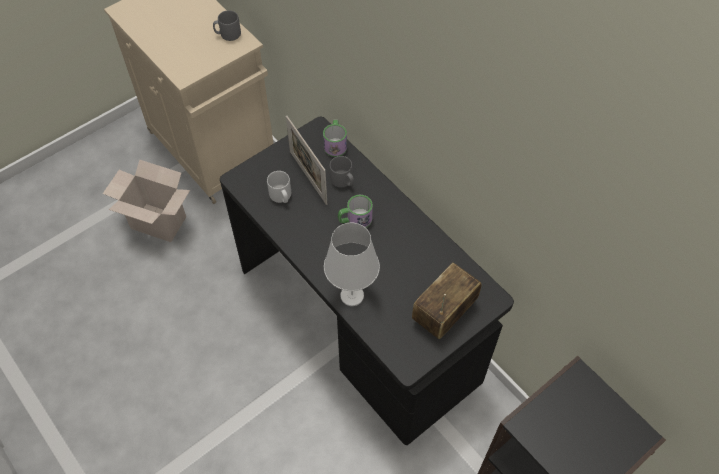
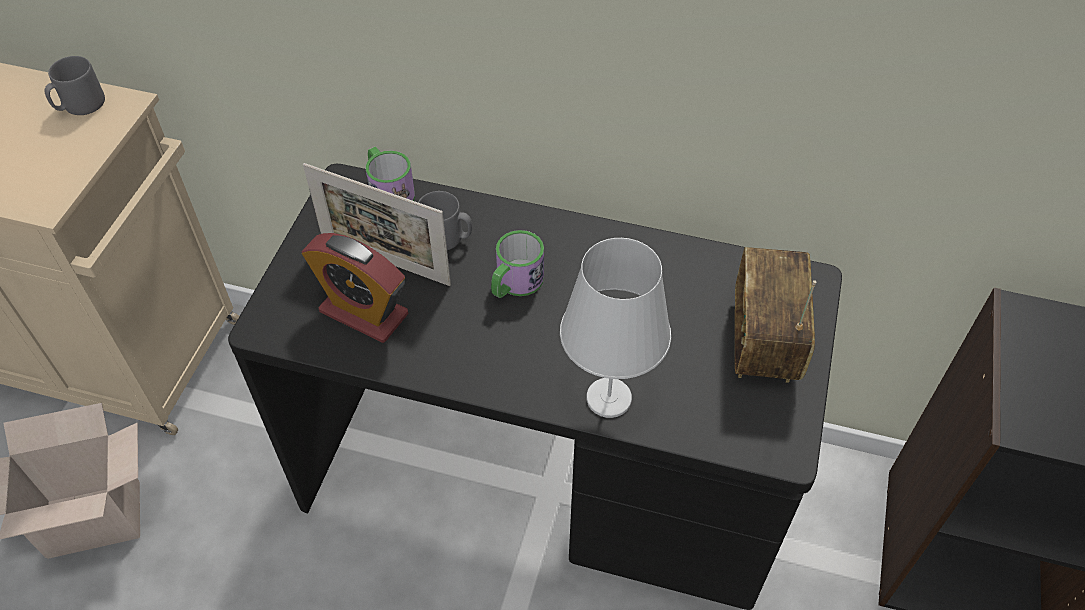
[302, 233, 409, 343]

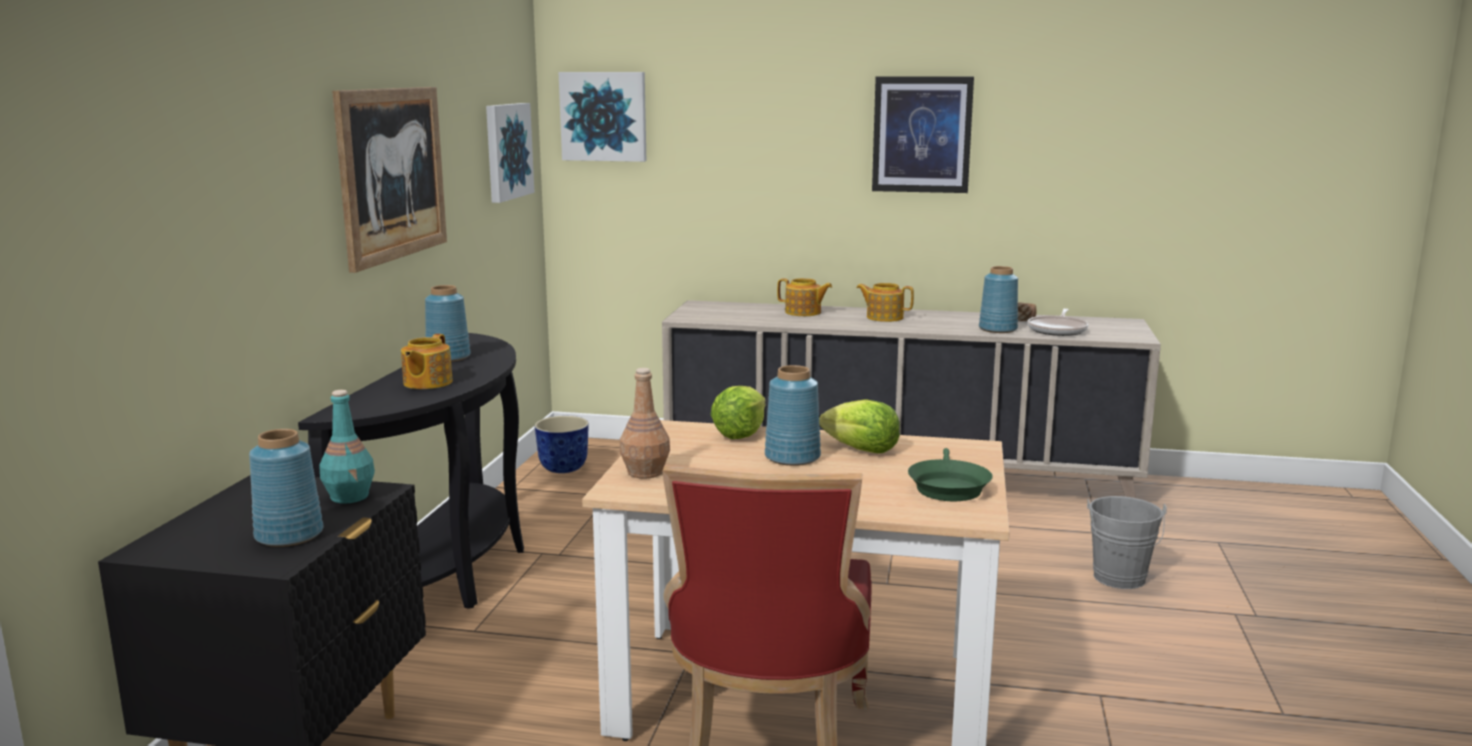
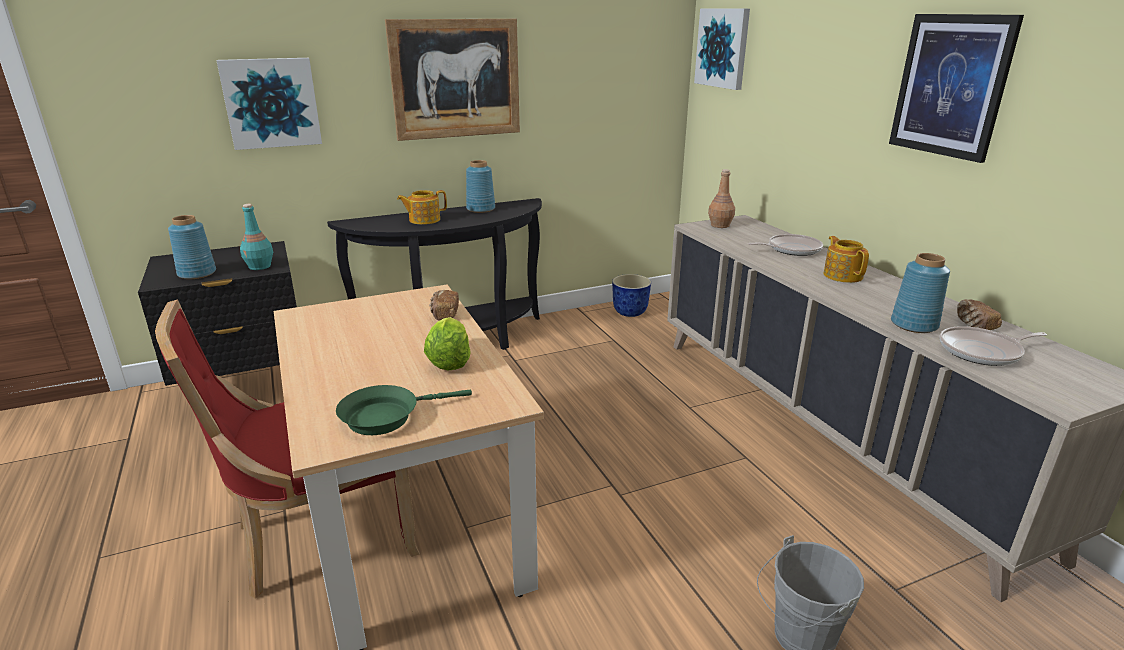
[216, 58, 322, 150]
[429, 290, 459, 320]
[708, 169, 735, 228]
[748, 234, 823, 256]
[765, 365, 821, 466] (first image)

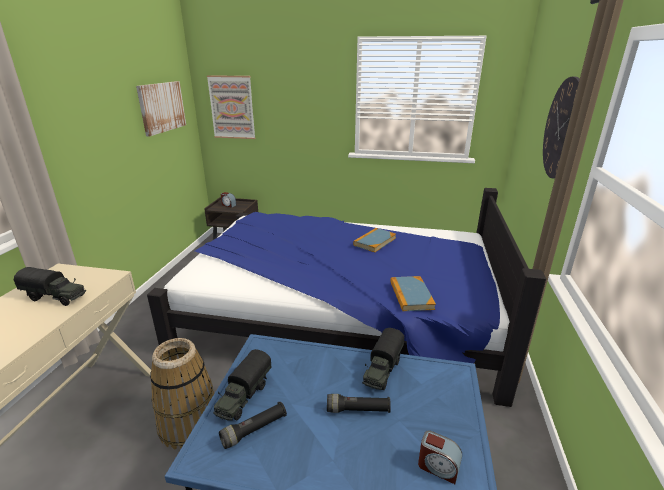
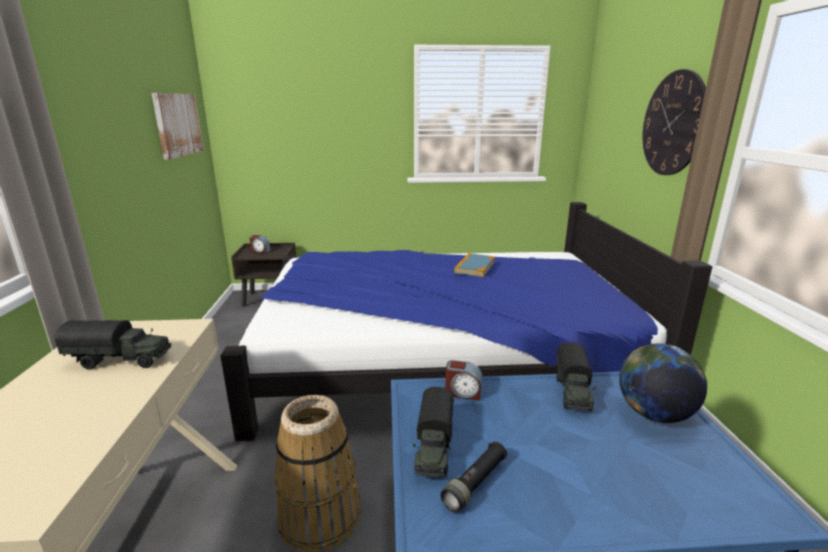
[445, 360, 482, 401]
[619, 343, 707, 423]
[207, 75, 256, 139] (first image)
[327, 394, 391, 413] (first image)
[390, 276, 436, 311] (first image)

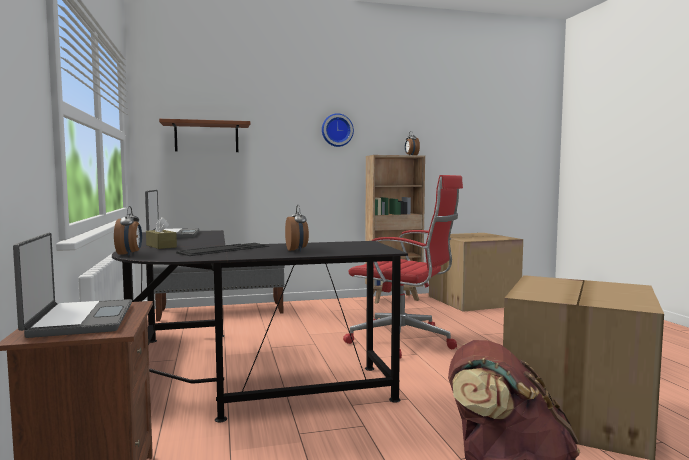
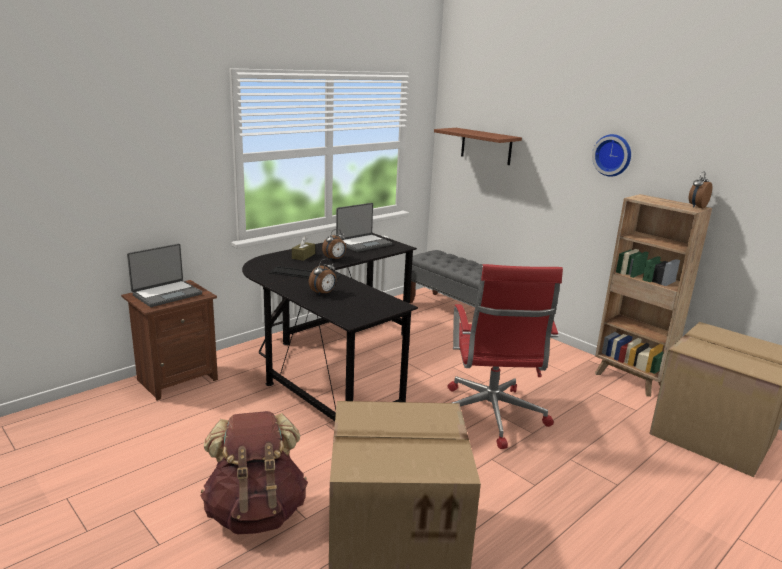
[322, 229, 346, 261]

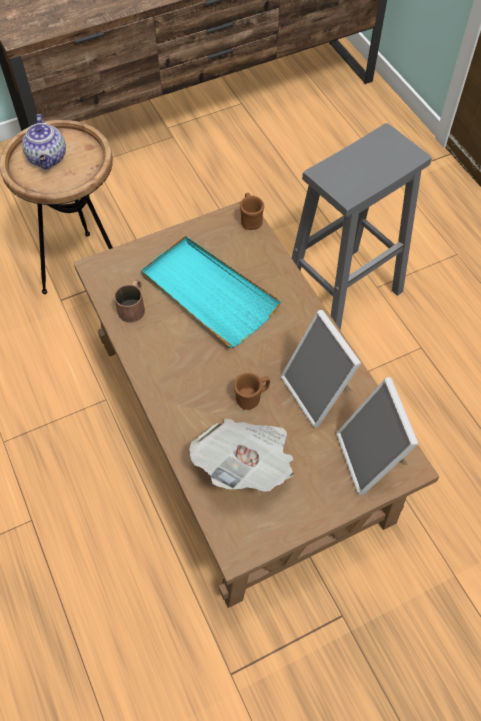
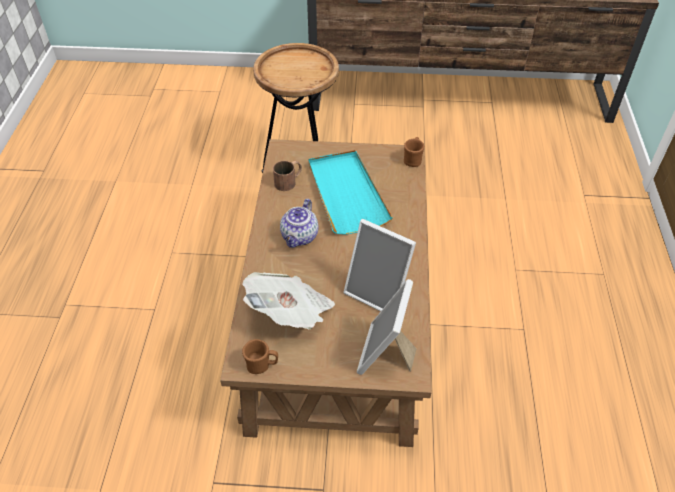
[242, 339, 278, 374]
[280, 199, 319, 248]
[344, 219, 416, 311]
[292, 123, 432, 330] (first image)

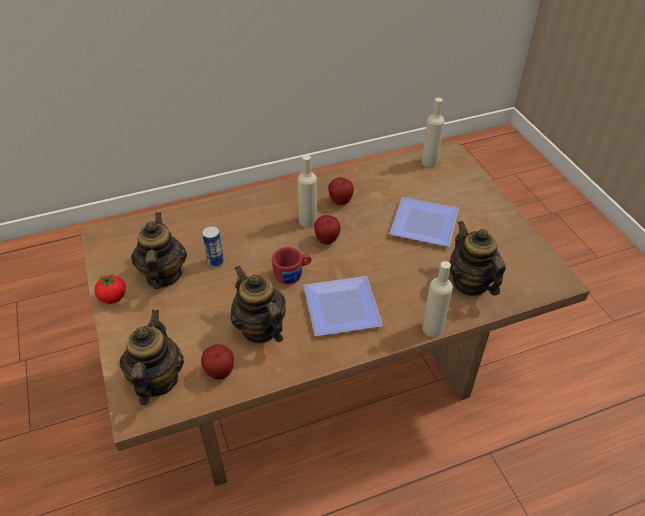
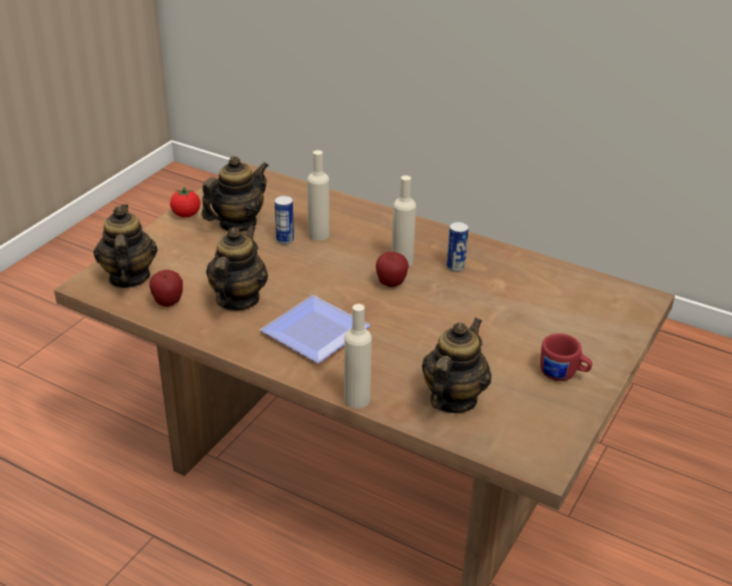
[93, 204, 158, 288]
[307, 150, 330, 241]
[447, 222, 469, 272]
[540, 333, 592, 381]
[389, 197, 459, 247] (first image)

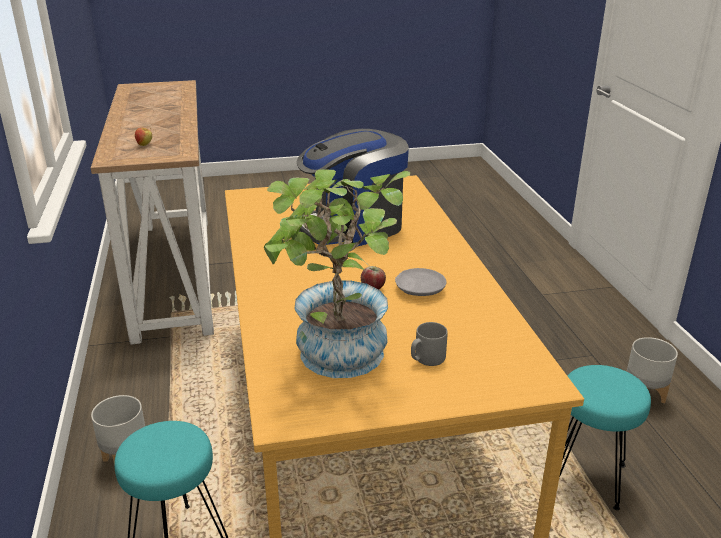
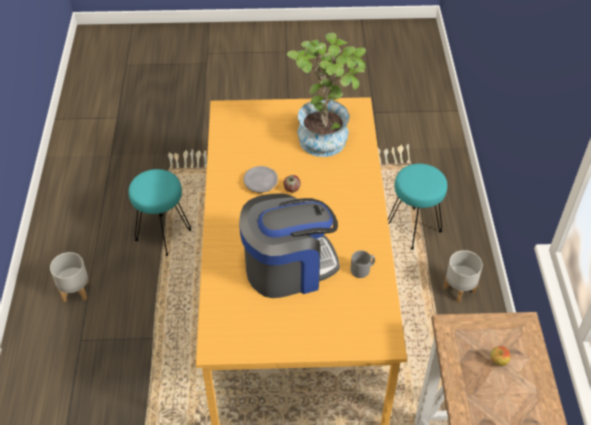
[351, 250, 375, 278]

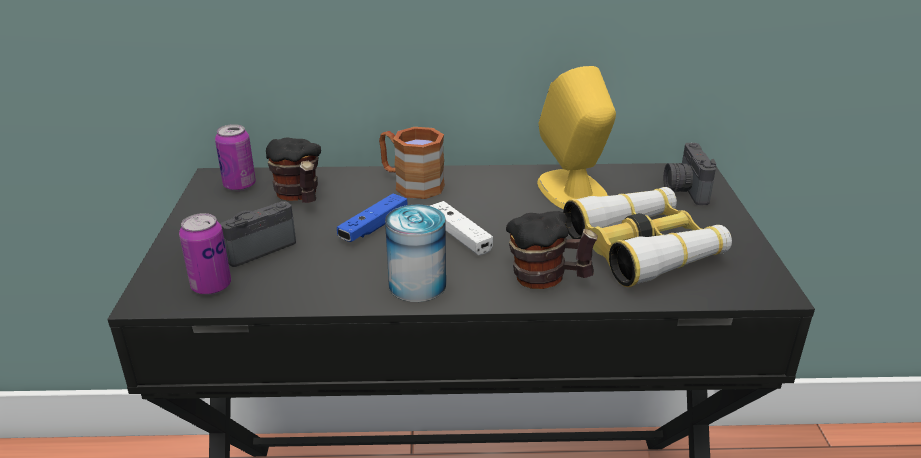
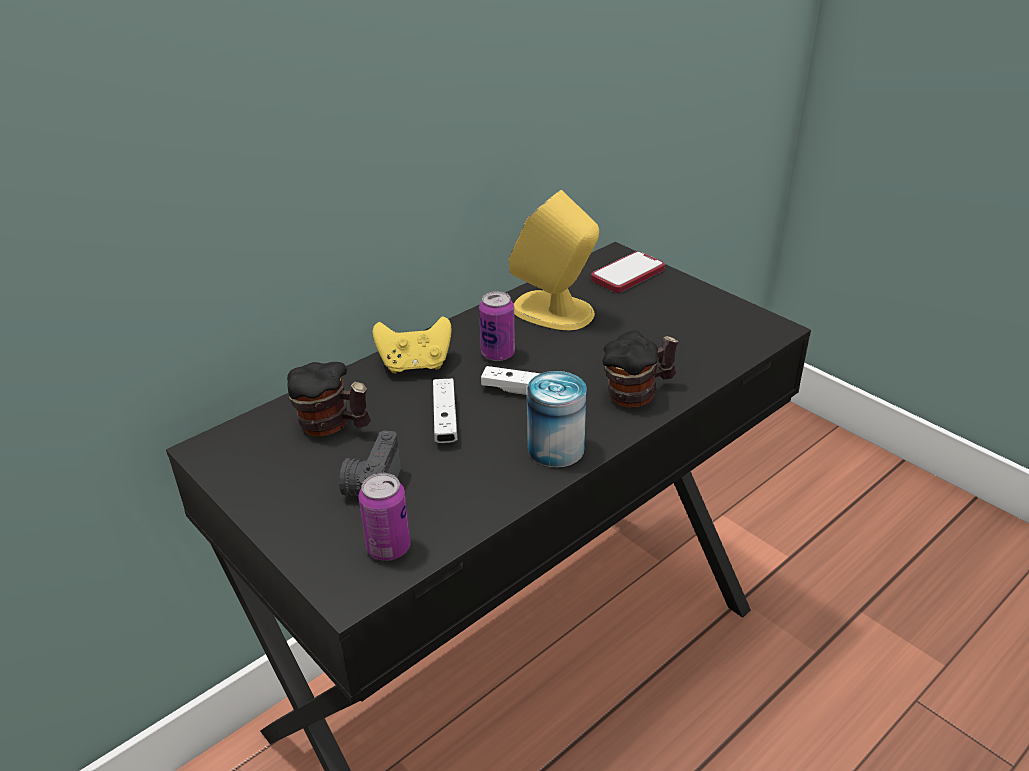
[373, 316, 452, 374]
[433, 378, 457, 443]
[479, 291, 515, 361]
[591, 252, 665, 293]
[563, 187, 732, 287] (first image)

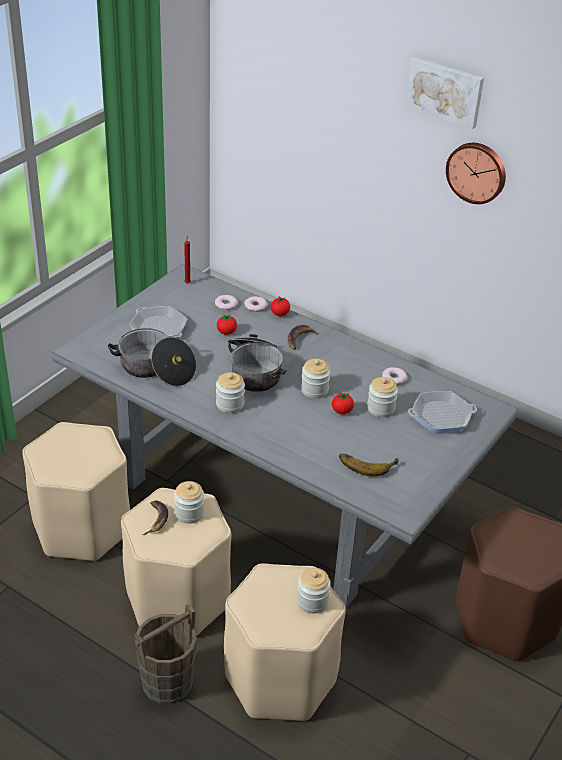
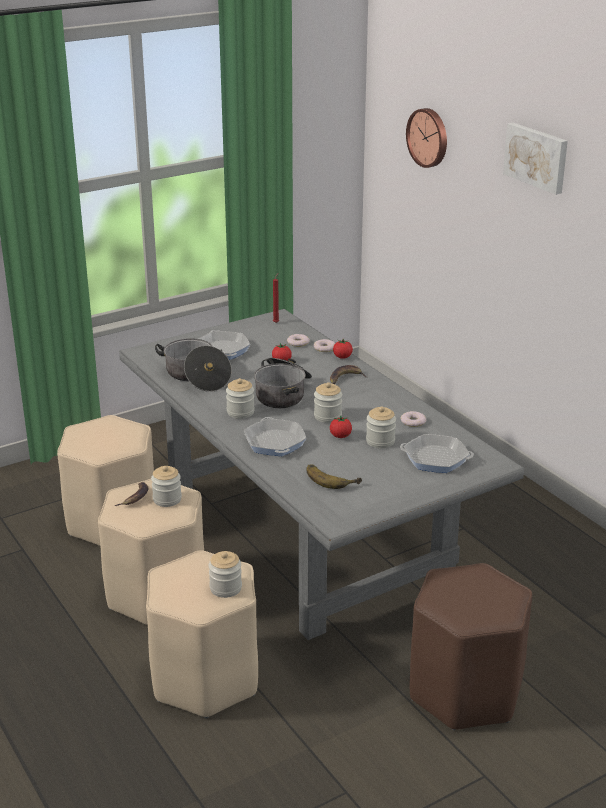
[244, 417, 306, 456]
[406, 108, 447, 168]
[134, 604, 197, 704] (first image)

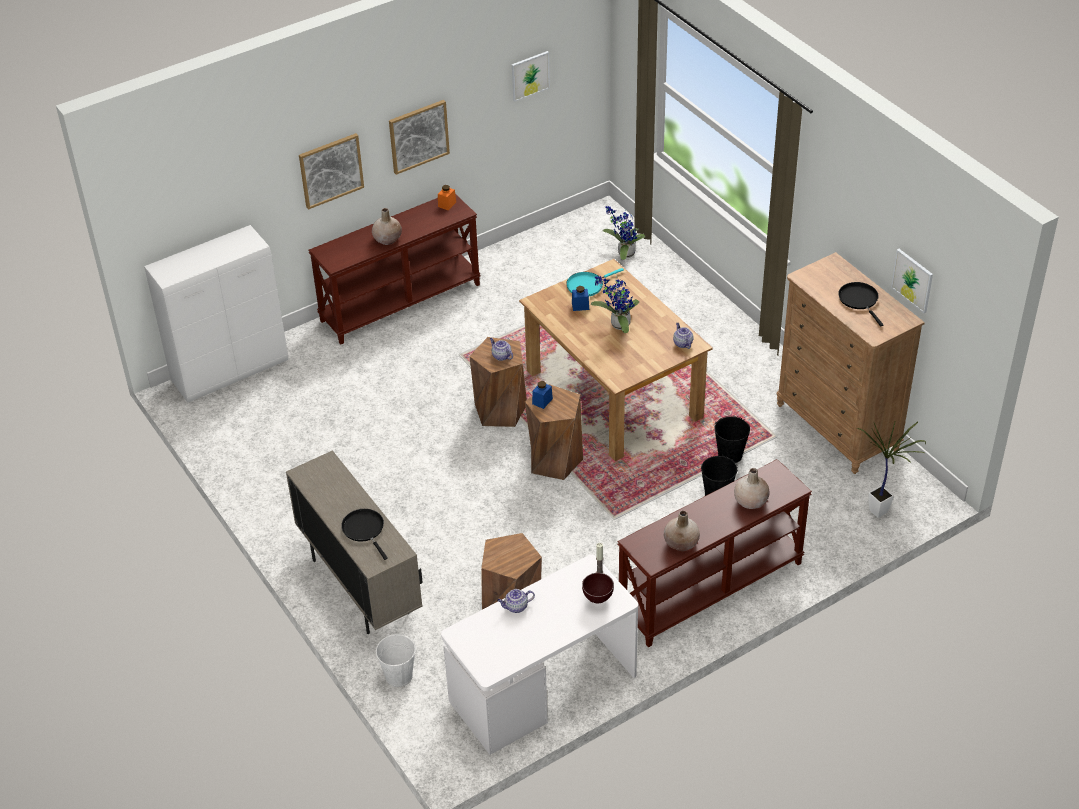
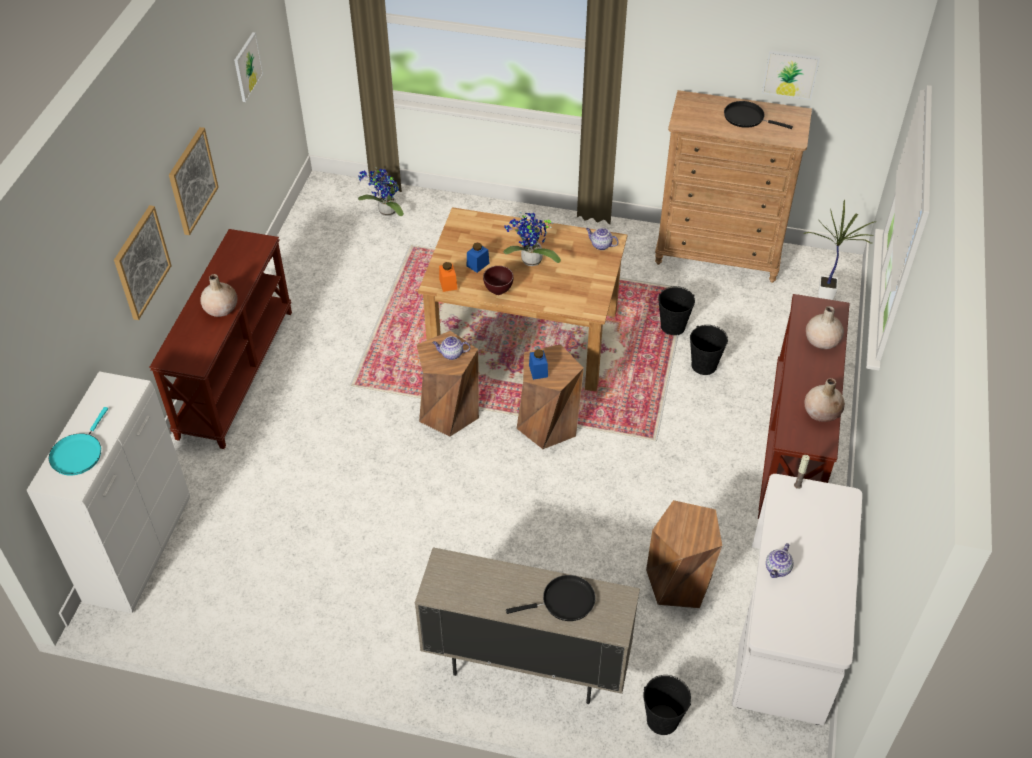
[49, 407, 108, 475]
[439, 262, 457, 292]
[483, 266, 513, 295]
[506, 575, 596, 621]
[643, 675, 691, 735]

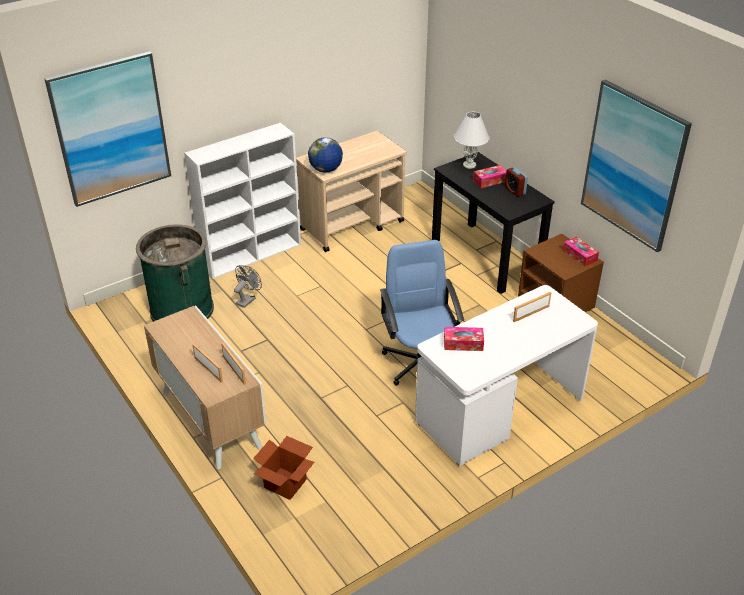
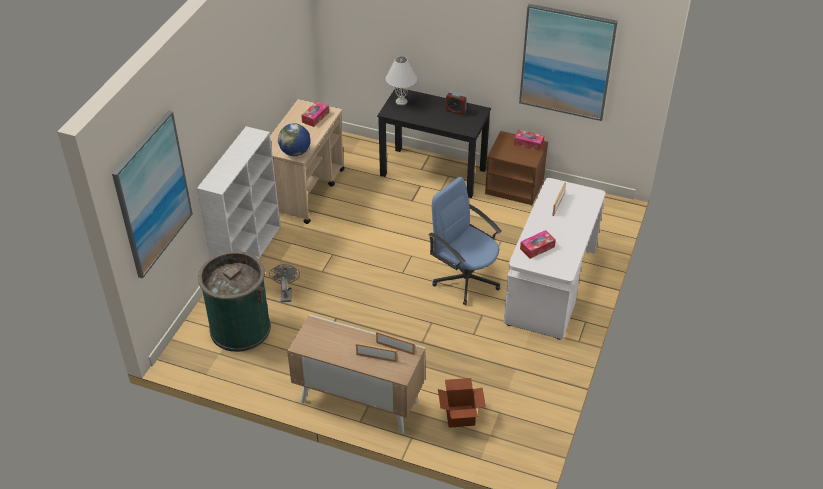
[301, 101, 329, 127]

